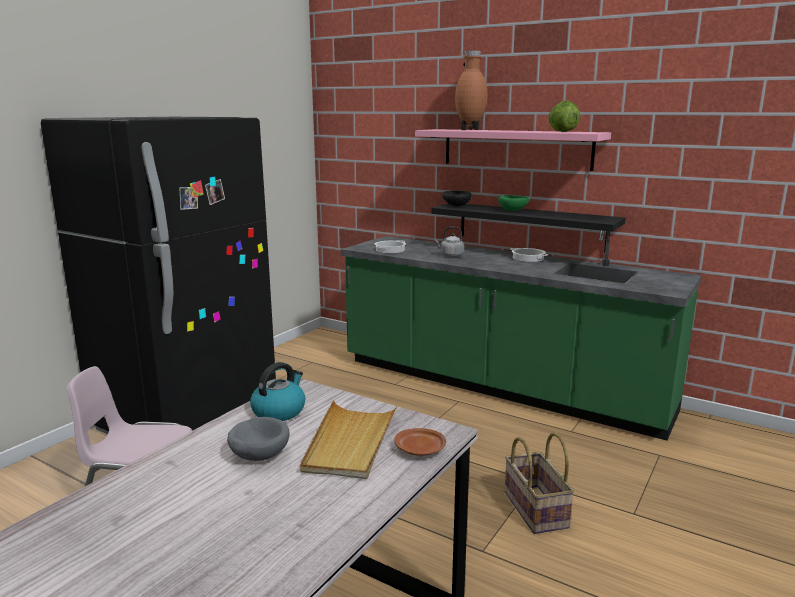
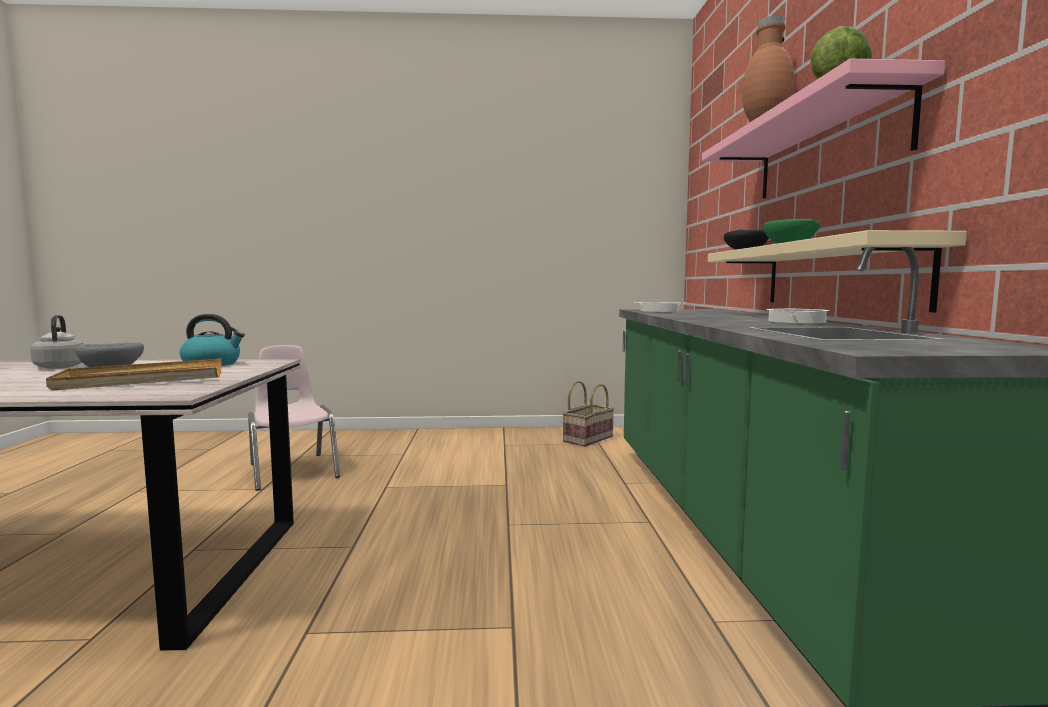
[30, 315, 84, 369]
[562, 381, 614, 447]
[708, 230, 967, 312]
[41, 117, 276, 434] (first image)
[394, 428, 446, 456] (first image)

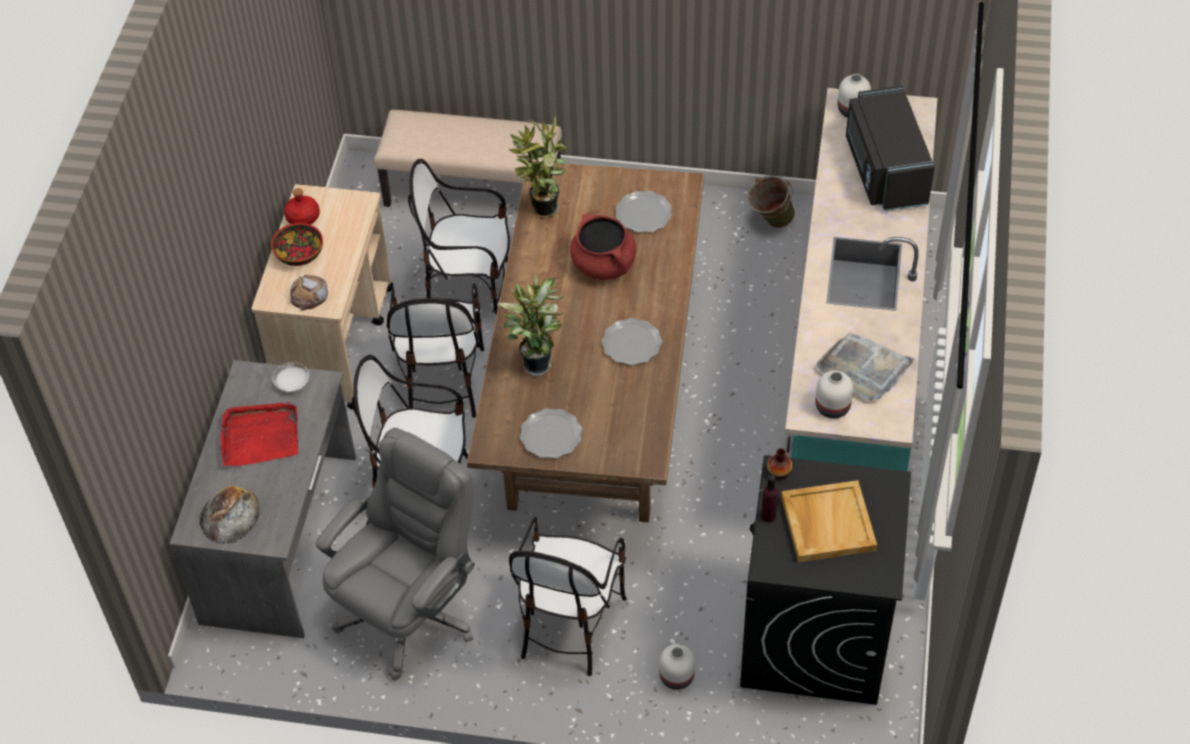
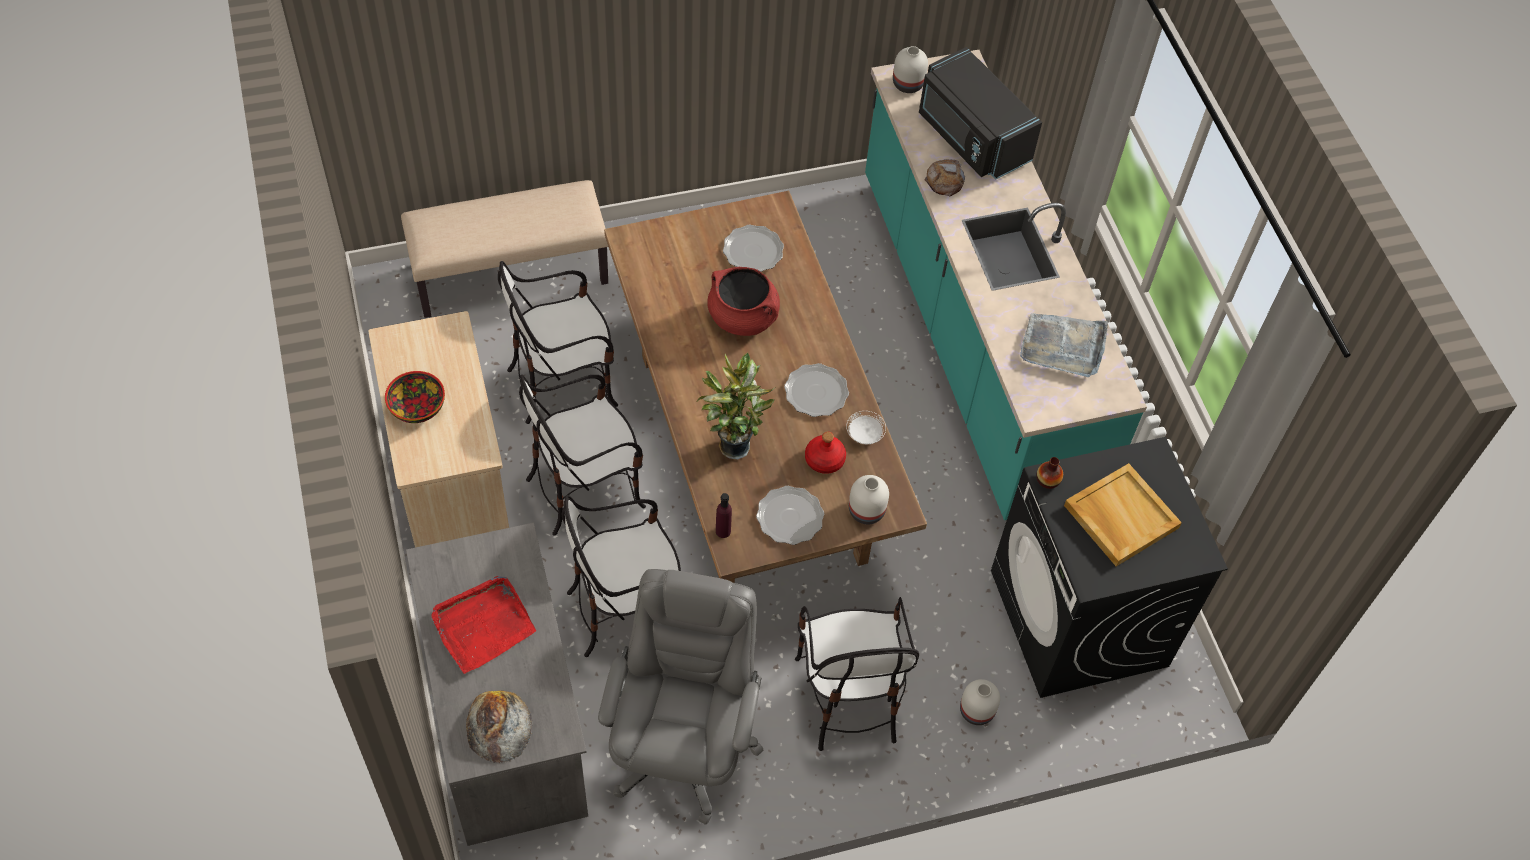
[519, 375, 646, 536]
[716, 493, 732, 538]
[805, 432, 846, 474]
[846, 411, 886, 444]
[849, 475, 889, 524]
[924, 159, 965, 197]
[509, 116, 566, 218] (first image)
[748, 175, 795, 228] (first image)

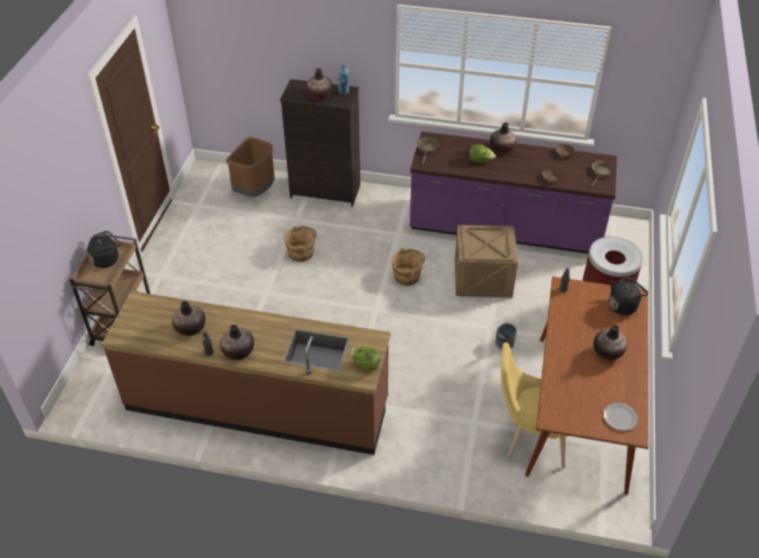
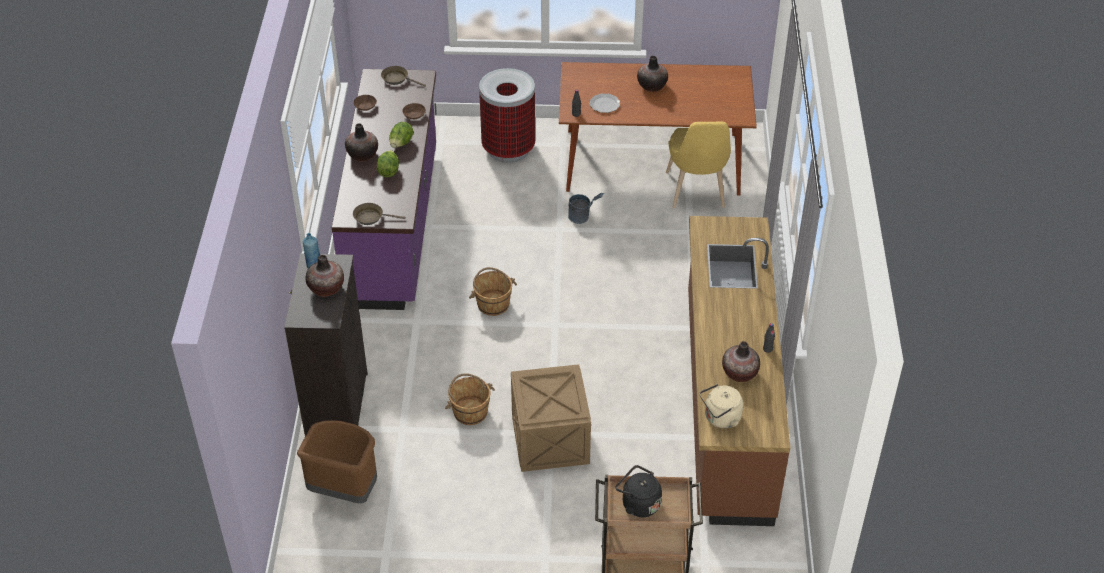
[389, 122, 414, 148]
[511, 364, 591, 472]
[590, 93, 620, 113]
[699, 384, 743, 428]
[220, 325, 254, 360] (first image)
[609, 276, 648, 315] (first image)

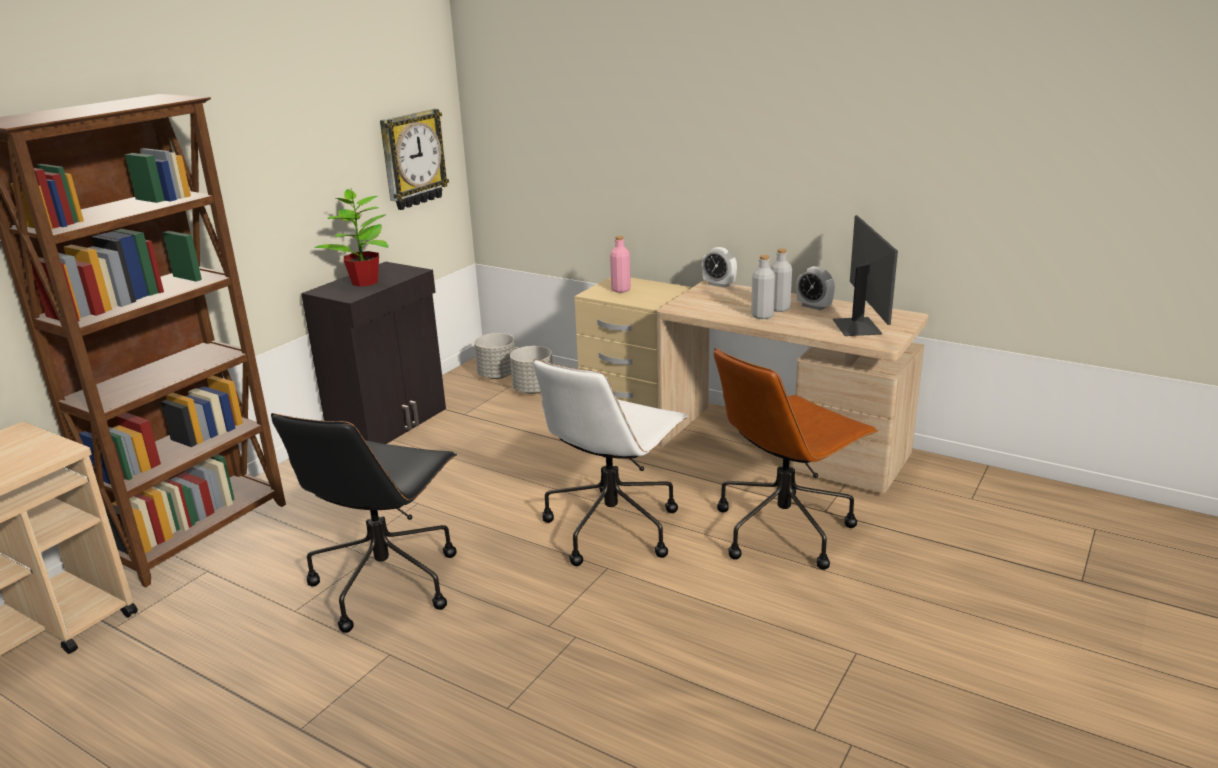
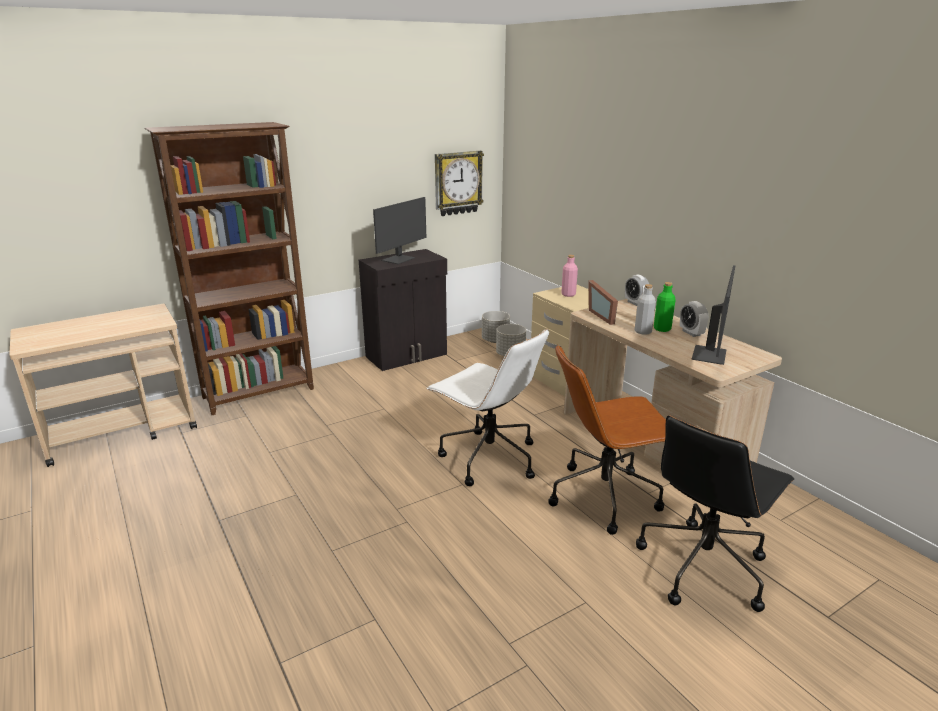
[373, 197, 426, 264]
[426, 328, 549, 486]
[588, 280, 618, 325]
[636, 415, 795, 612]
[654, 282, 676, 332]

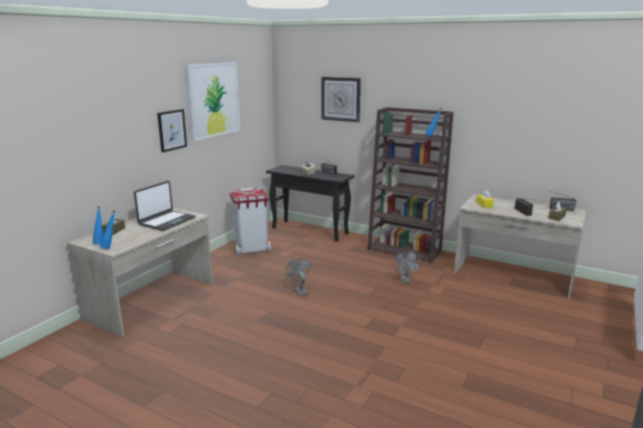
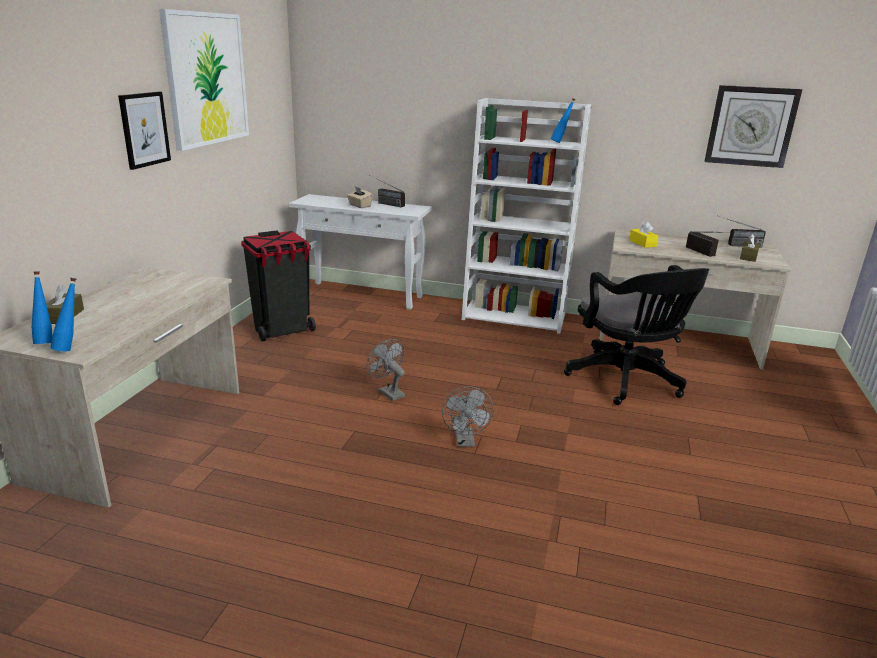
[241, 230, 316, 342]
[289, 194, 432, 310]
[442, 386, 494, 447]
[462, 98, 591, 334]
[564, 265, 709, 405]
[704, 85, 802, 168]
[134, 181, 196, 231] (first image)

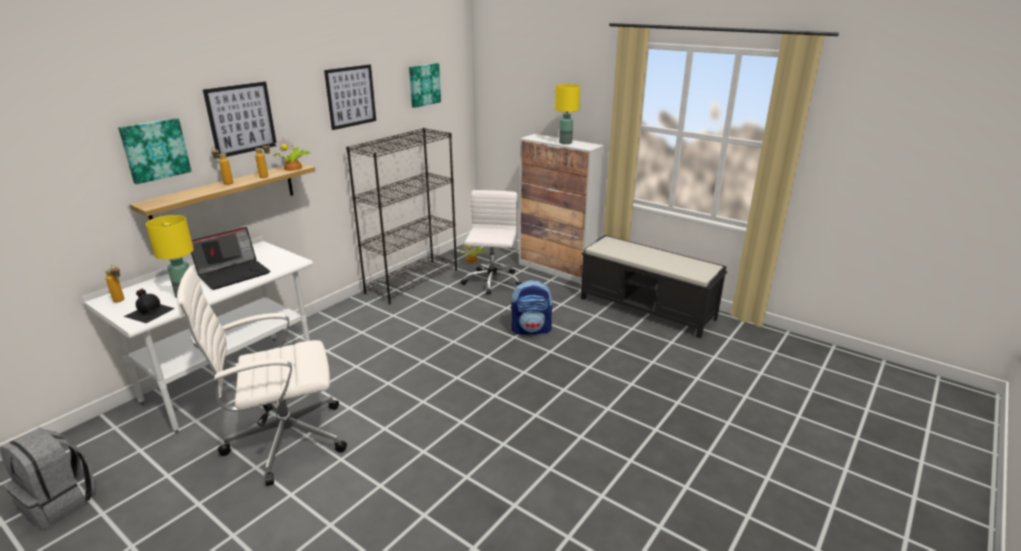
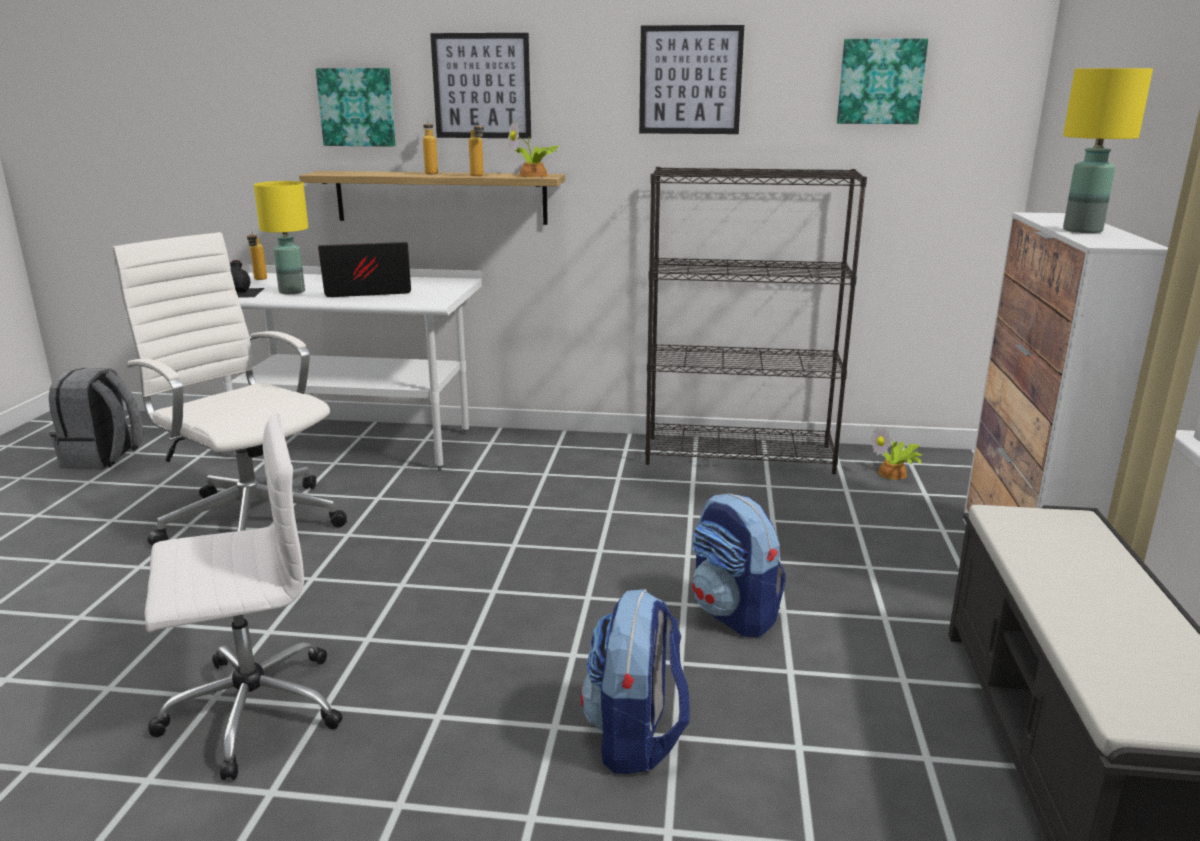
[144, 413, 342, 780]
[318, 242, 411, 297]
[580, 589, 690, 774]

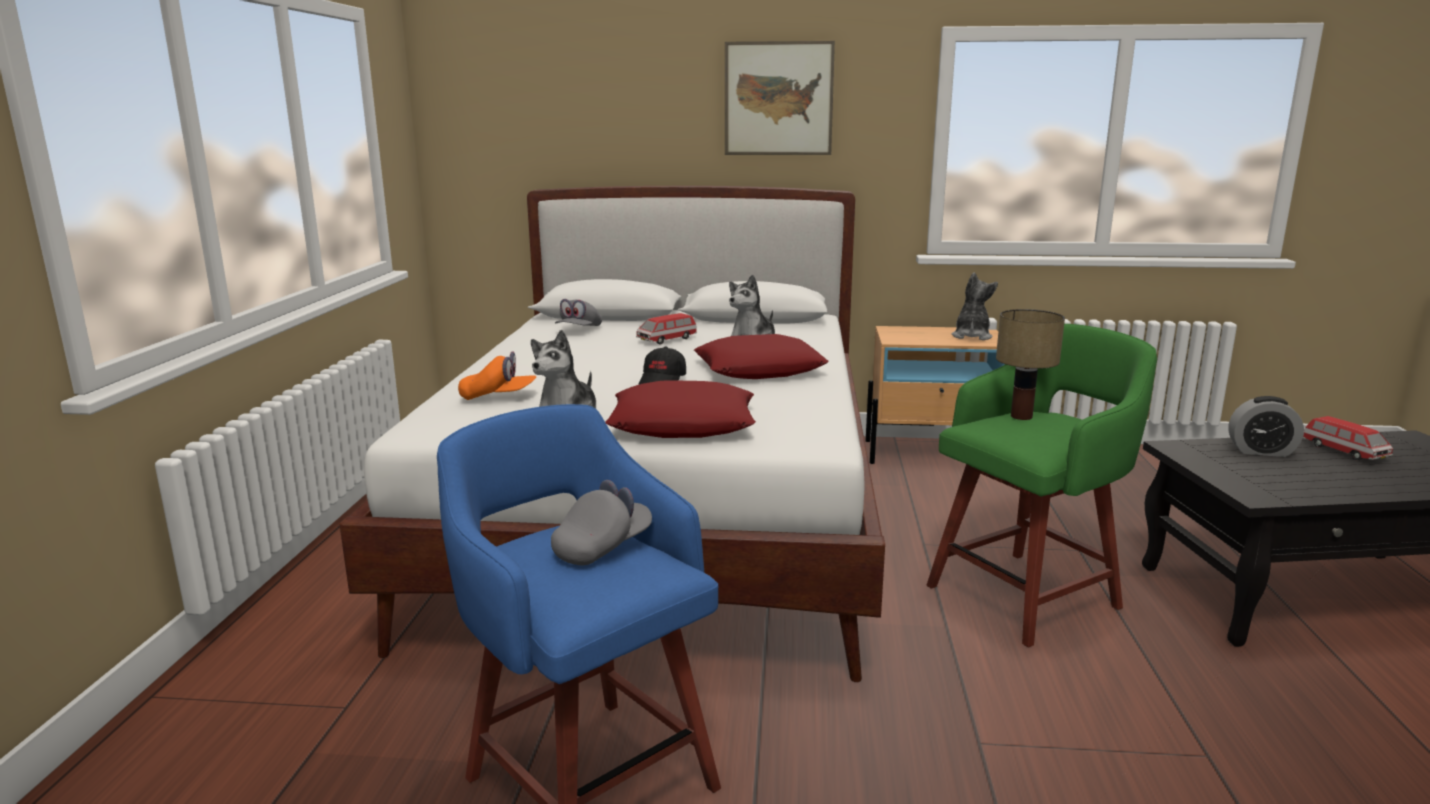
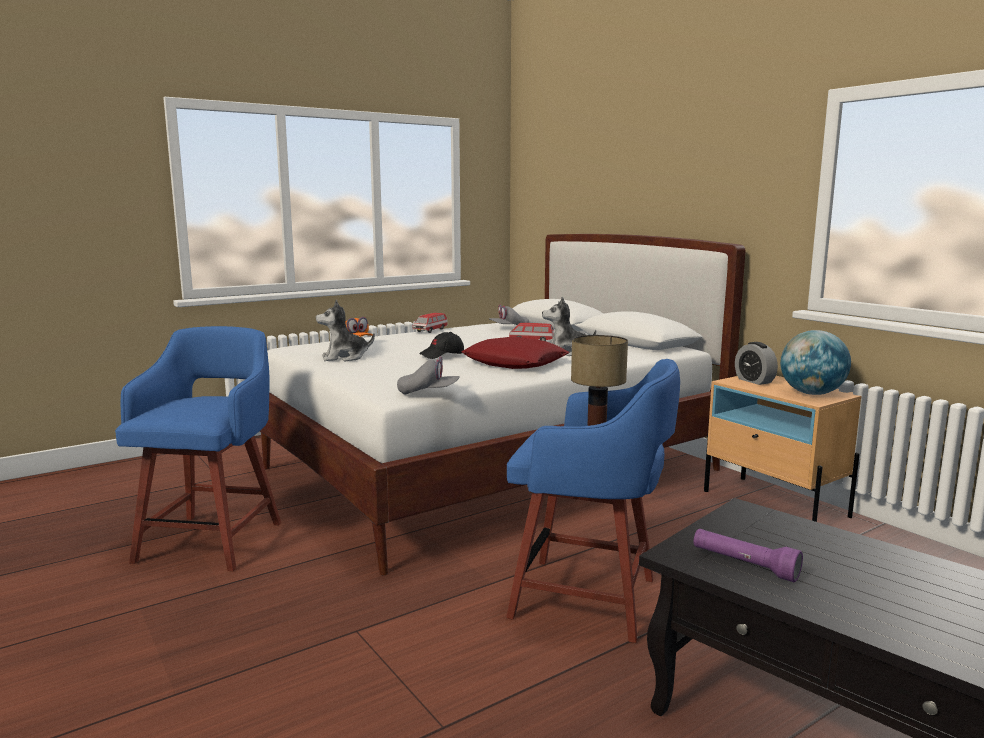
[397, 356, 460, 395]
[412, 313, 448, 333]
[506, 359, 680, 643]
[694, 529, 803, 582]
[735, 342, 778, 385]
[780, 330, 851, 395]
[606, 380, 756, 438] (first image)
[725, 41, 835, 155] (first image)

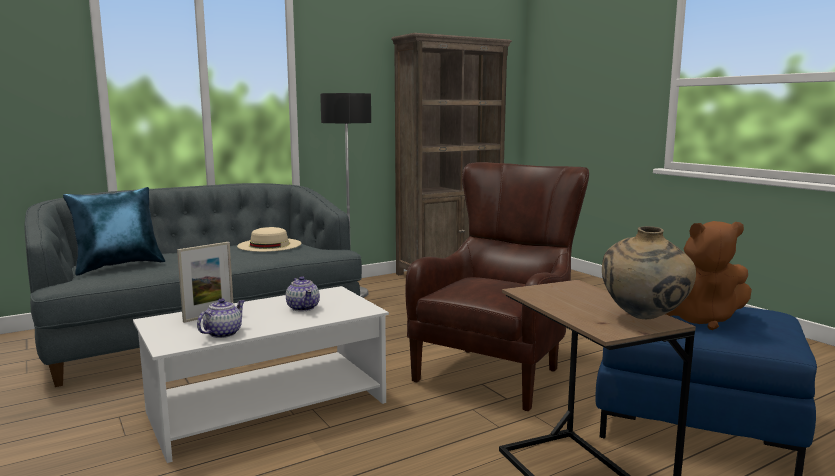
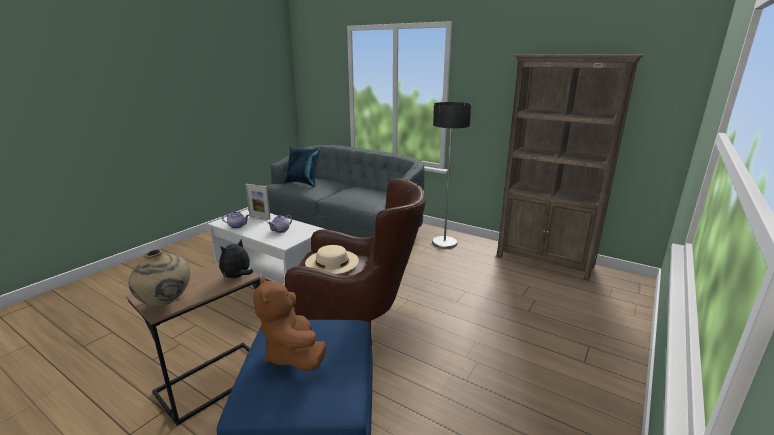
[219, 239, 253, 278]
[305, 245, 359, 274]

